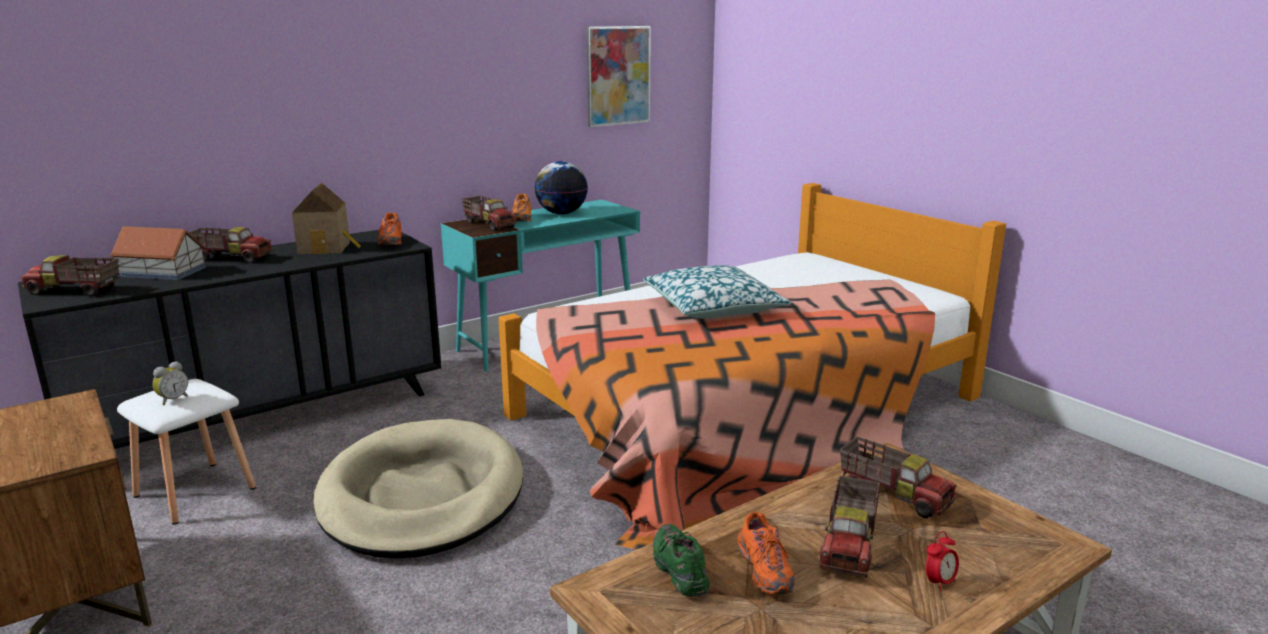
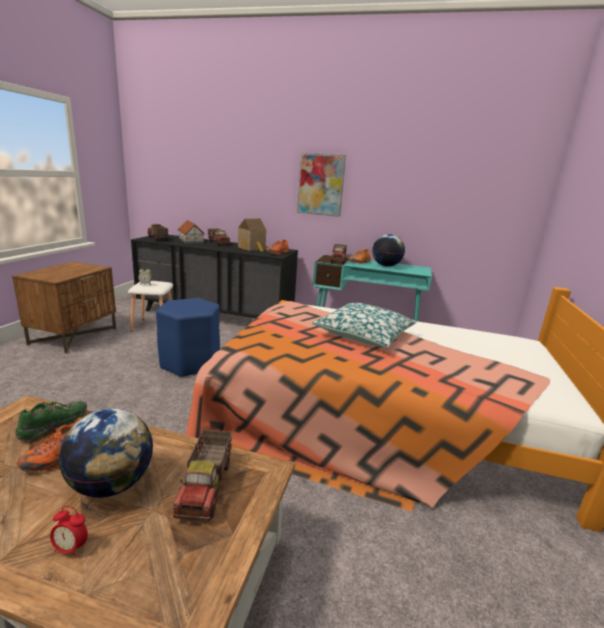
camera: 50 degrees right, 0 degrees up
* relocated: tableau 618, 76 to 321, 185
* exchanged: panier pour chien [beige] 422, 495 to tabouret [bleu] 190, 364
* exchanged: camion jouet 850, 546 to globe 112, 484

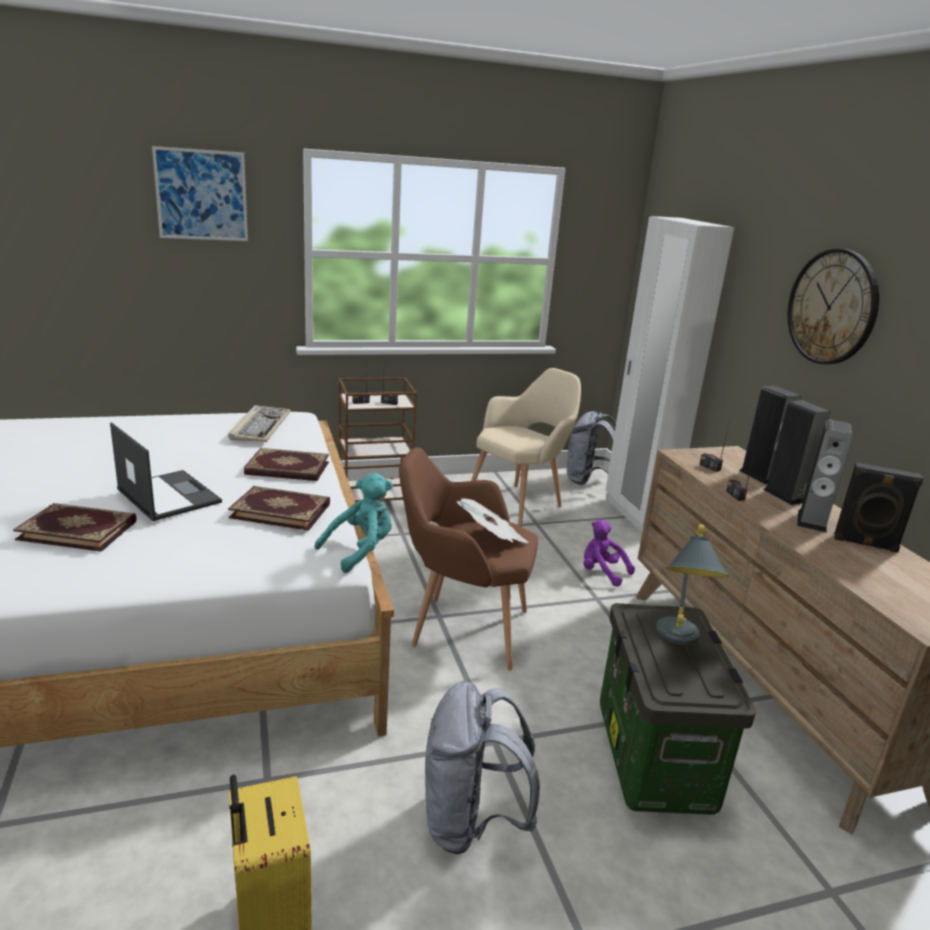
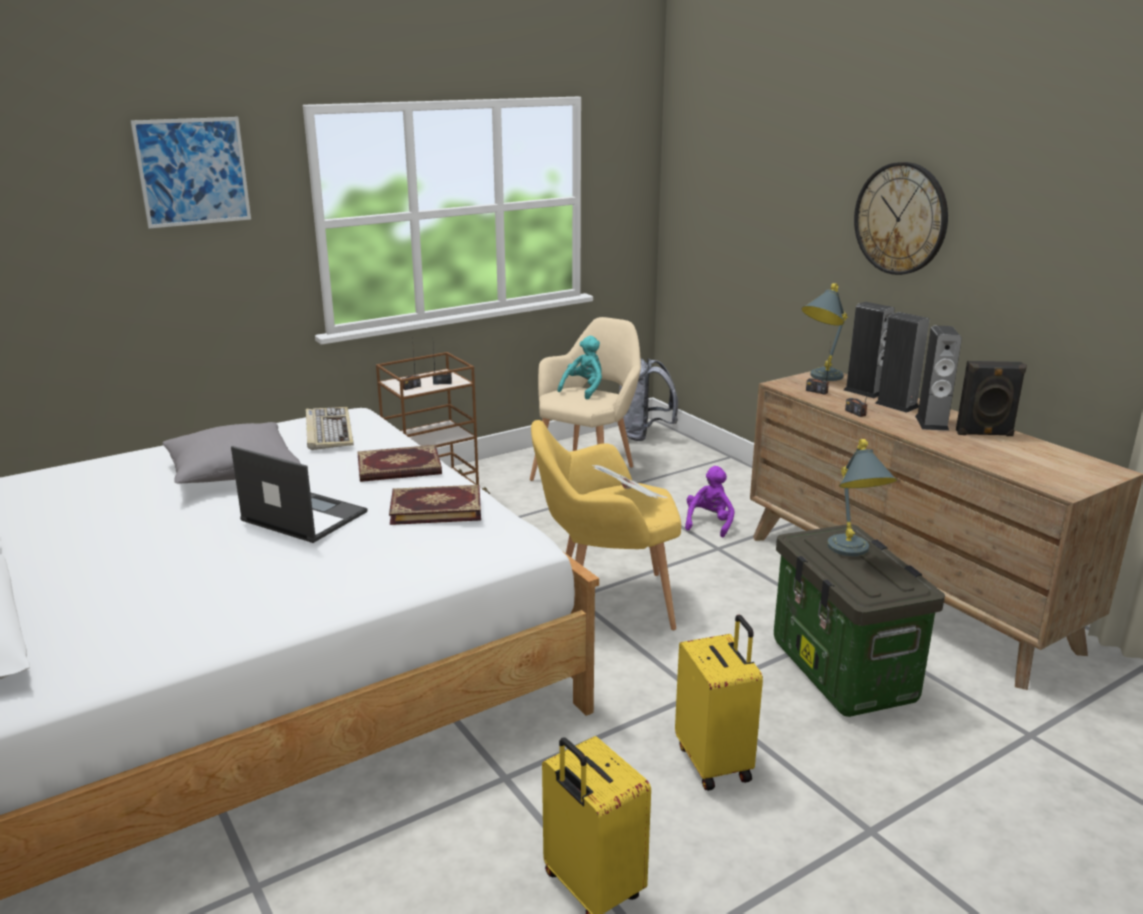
camera: 15 degrees left, 0 degrees up
* missing: livre 78, 530
* missing: armoire [blanc] 636, 515
* appeared: coussin [gris] 233, 472
* appeared: lampe de table [gris] 820, 378
* relocated: peluche [turquoise] 360, 551 to 584, 390
* exchanged: sac à dos [gris] 470, 822 to valise [jaune] 715, 762
* colour: fauteuil [marron] 461, 628 to fauteuil [jaune] 605, 603
* spun: peluche [violet] 602, 572 = 709, 523 90 degrees clockwise

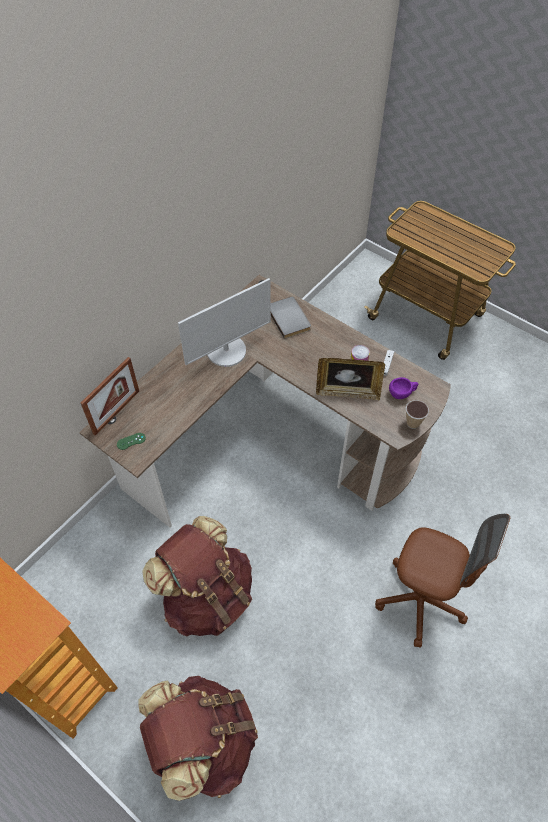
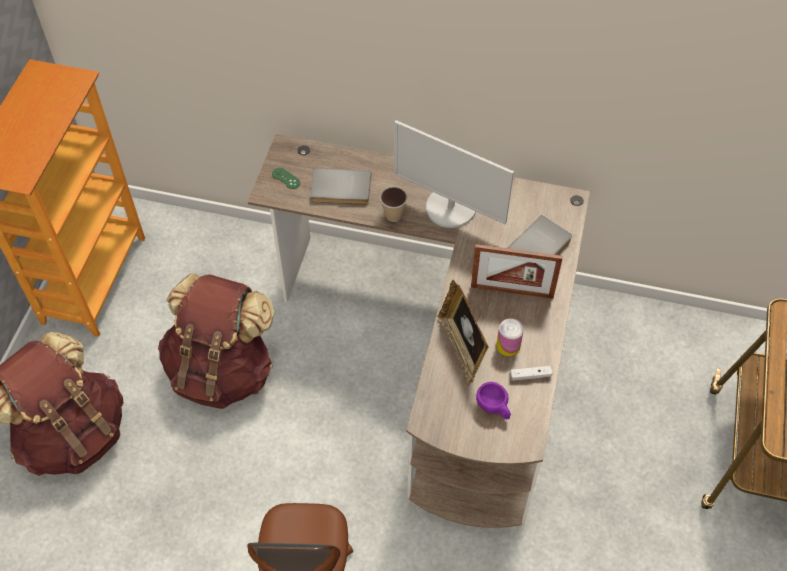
camera: 65 degrees right, 0 degrees up
* appeared: livre [gris] 340, 190
* relocated: cadre photo 116, 412 to 512, 291
* relocated: tasse 413, 423 to 393, 215

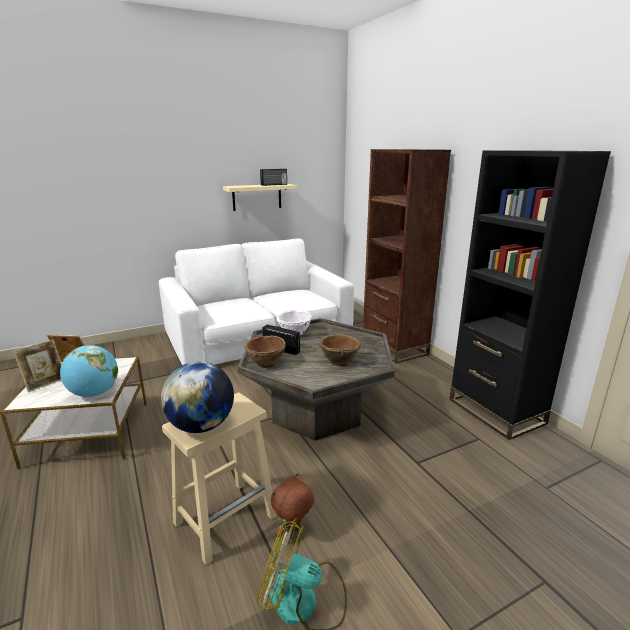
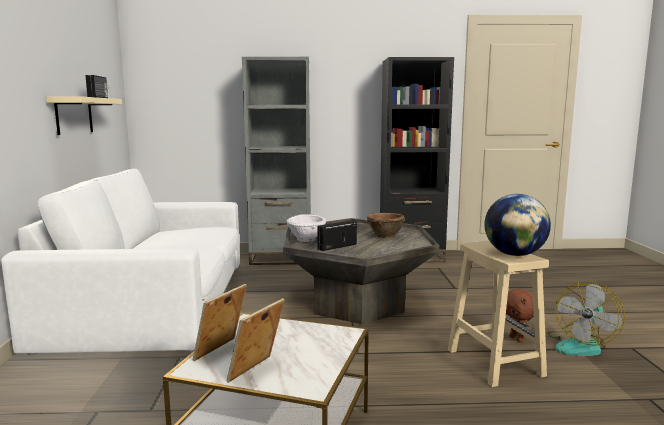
camera: 65 degrees left, 10 degrees down
* missing: globe 94, 393
* missing: bol [marron] 266, 364
* colour: bibliothèque [marron] 394, 347 to bibliothèque [gris] 281, 258
* spun: cadre photo 45, 383 = 257, 372 120 degrees counterclockwise

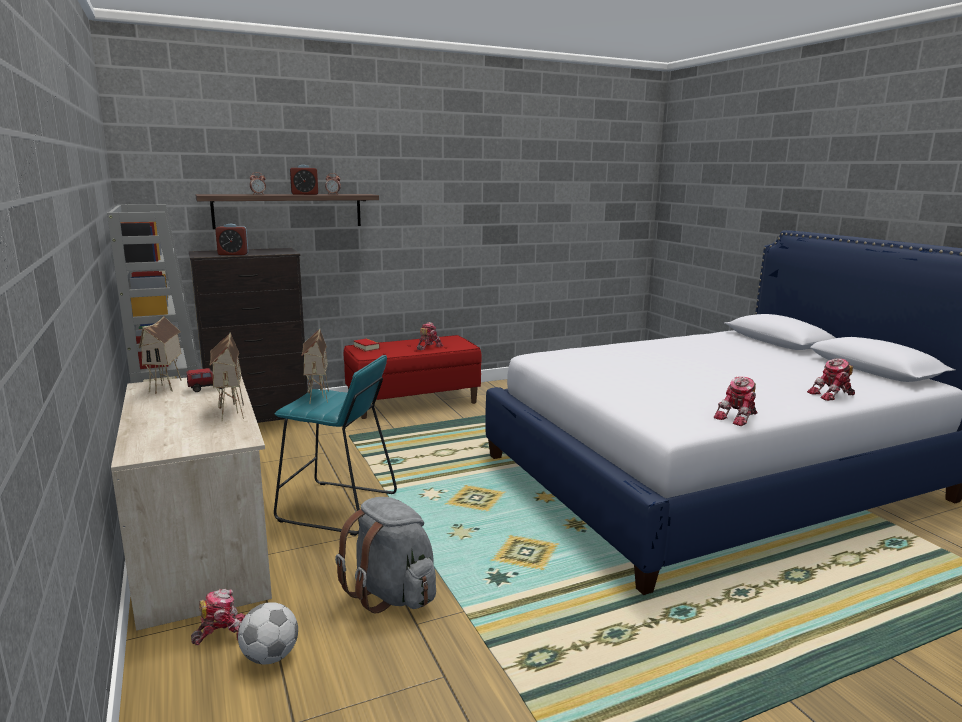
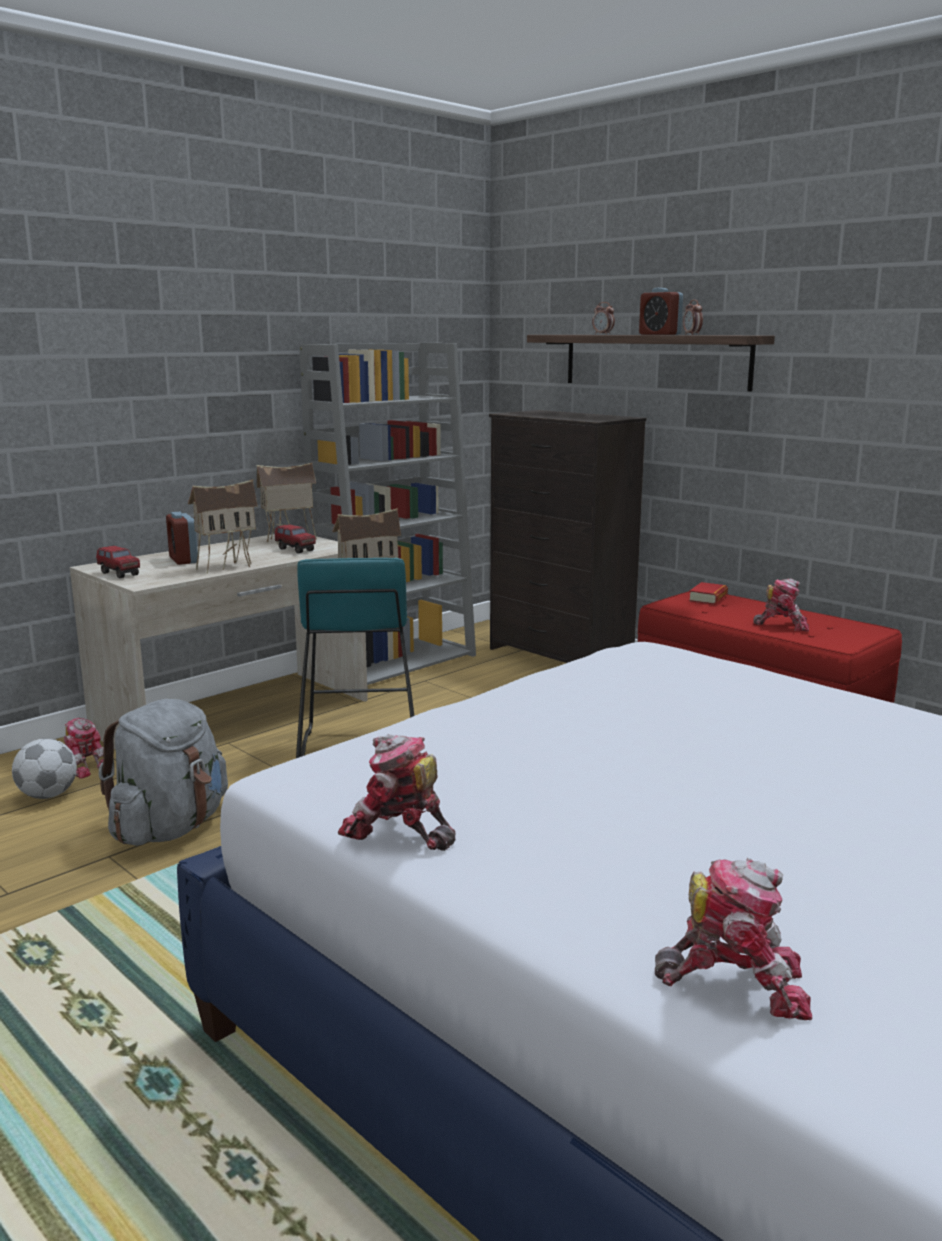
camera: 70 degrees right, 0 degrees up
* appeared: camion jouet 119, 574
* relocated: réveil 233, 254 to 183, 560
* spun: robot jouet 832, 395 = 735, 981 135 degrees clockwise

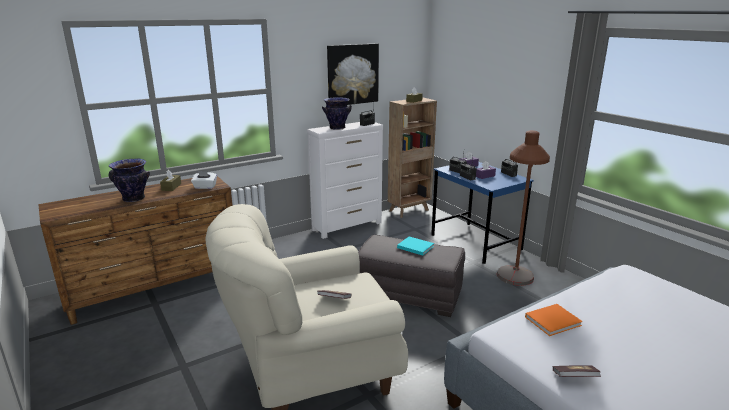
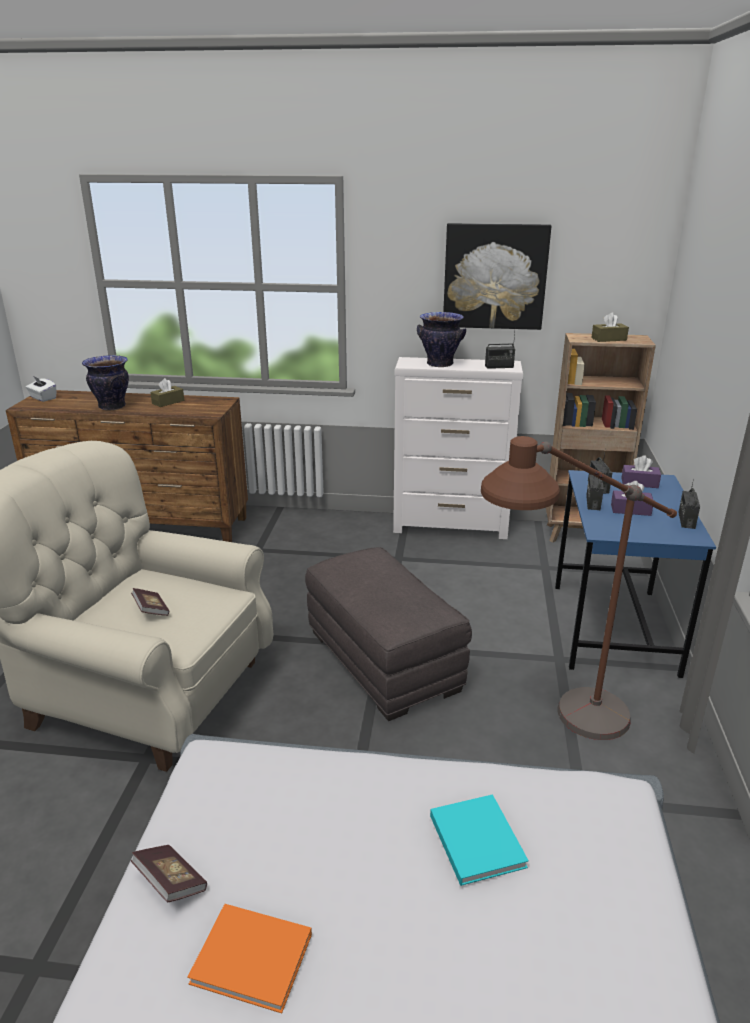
camera: 40 degrees right, 5 degrees up
* relocated: boîte à mouchoirs [blanc] 205, 187 to 43, 398
* relocated: livre [turquoise] 414, 247 to 475, 838
* relocated: livre [orange] 554, 321 to 255, 960

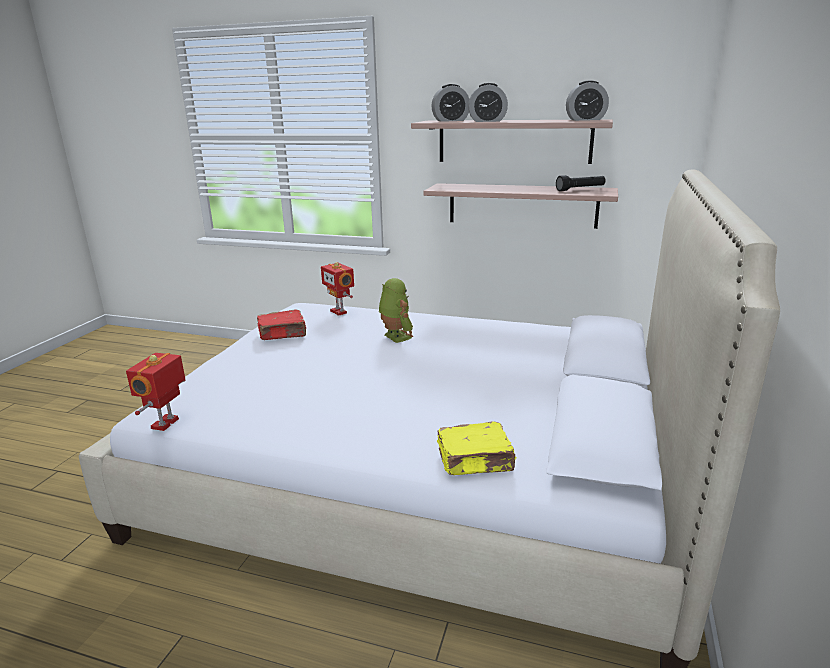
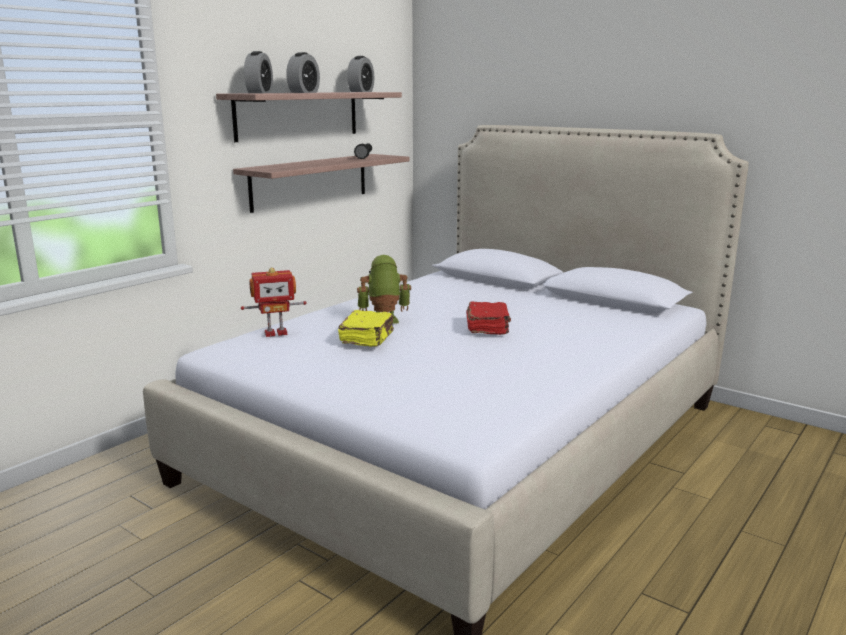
camera: 70 degrees left, 5 degrees down
* missing: robot jouet 166, 424
* relocated: livre [rouge] 283, 334 to 488, 328
* relocated: livre [jaune] 476, 461 to 367, 339

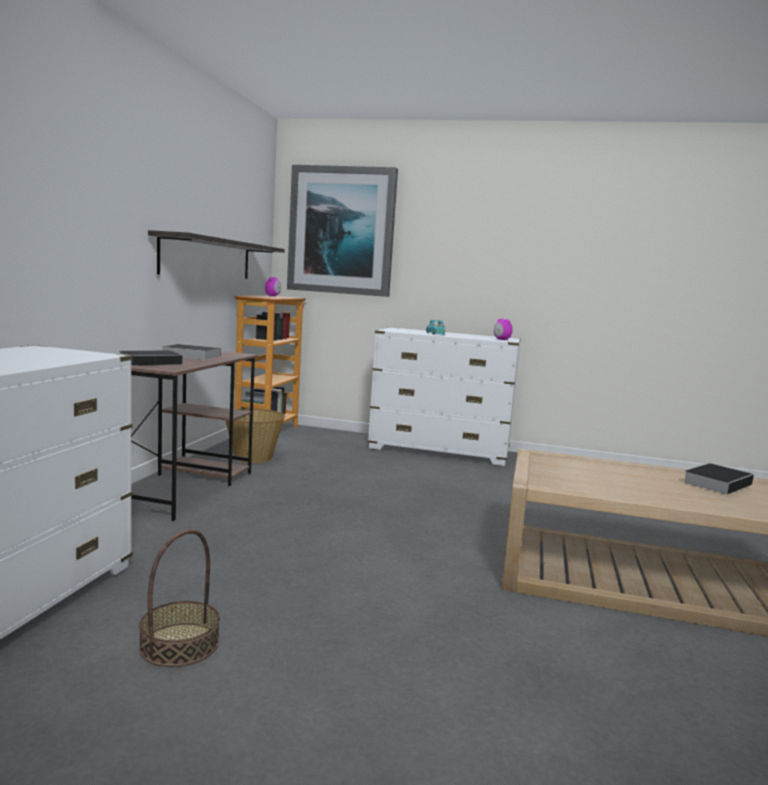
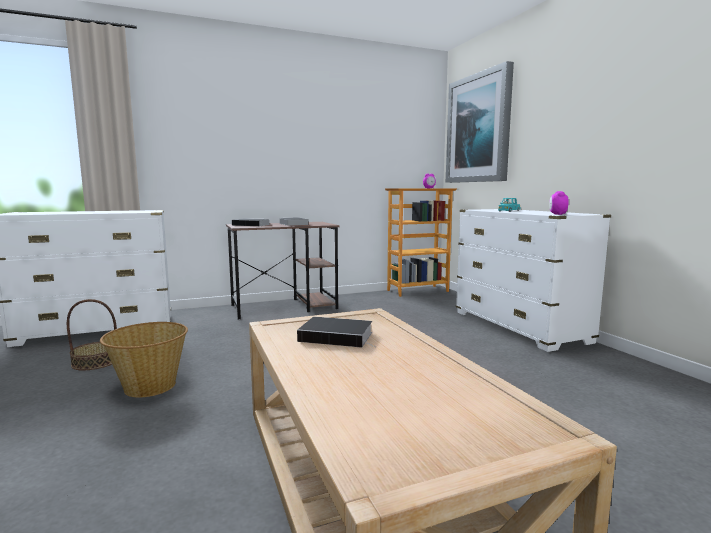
camera: 55 degrees right, 0 degrees up
* missing: étagère 207, 258
* relocated: panier 252, 457 to 150, 386
* relocated: livre 717, 482 to 338, 337

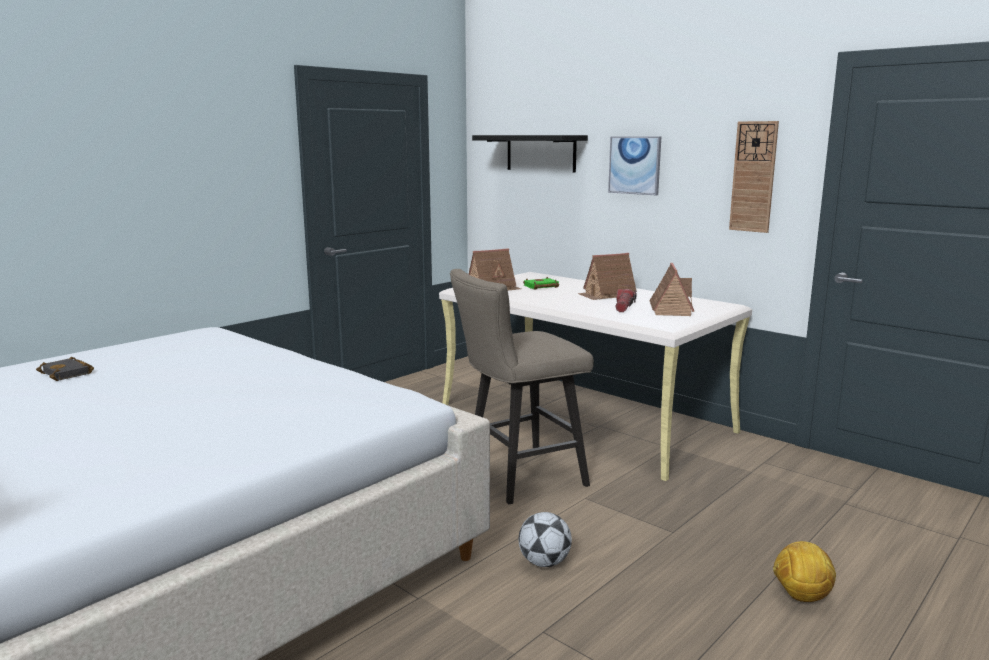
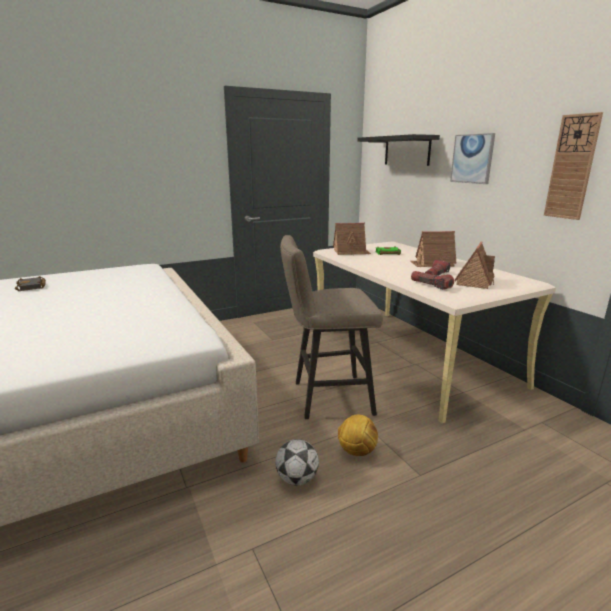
camera: 20 degrees right, 5 degrees up
* appeared: lampe de poche 431, 285
* relocated: ballon de foot 801, 597 to 356, 451

